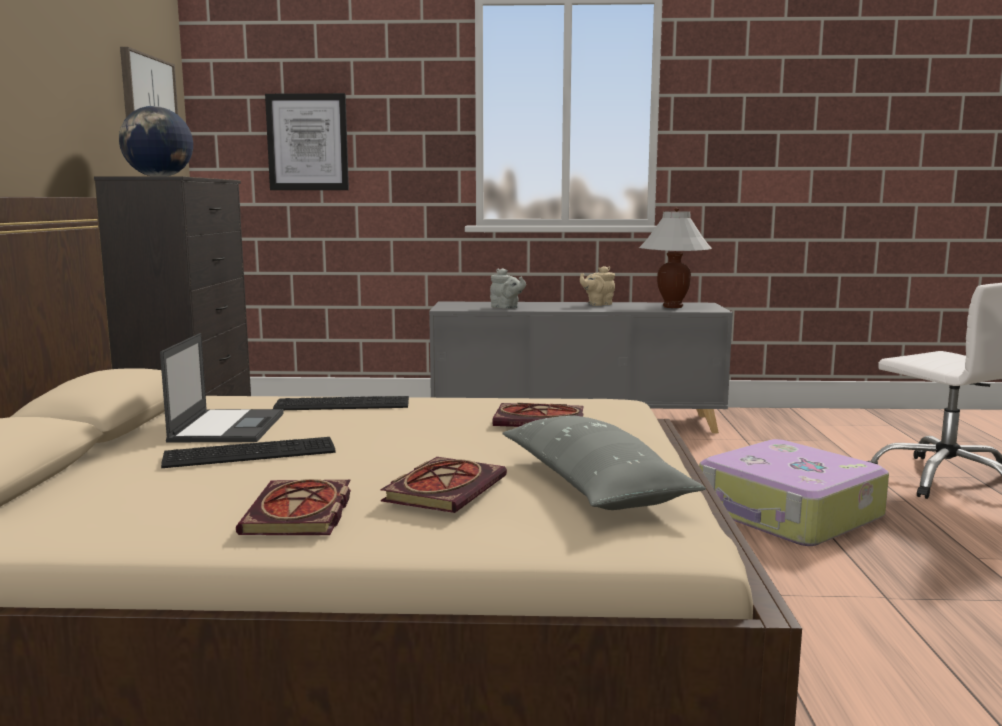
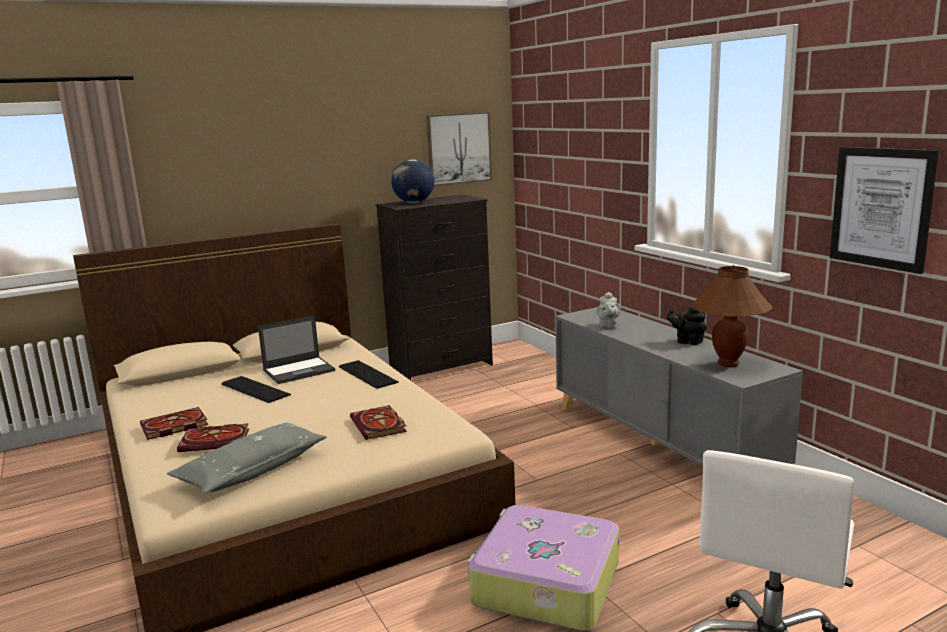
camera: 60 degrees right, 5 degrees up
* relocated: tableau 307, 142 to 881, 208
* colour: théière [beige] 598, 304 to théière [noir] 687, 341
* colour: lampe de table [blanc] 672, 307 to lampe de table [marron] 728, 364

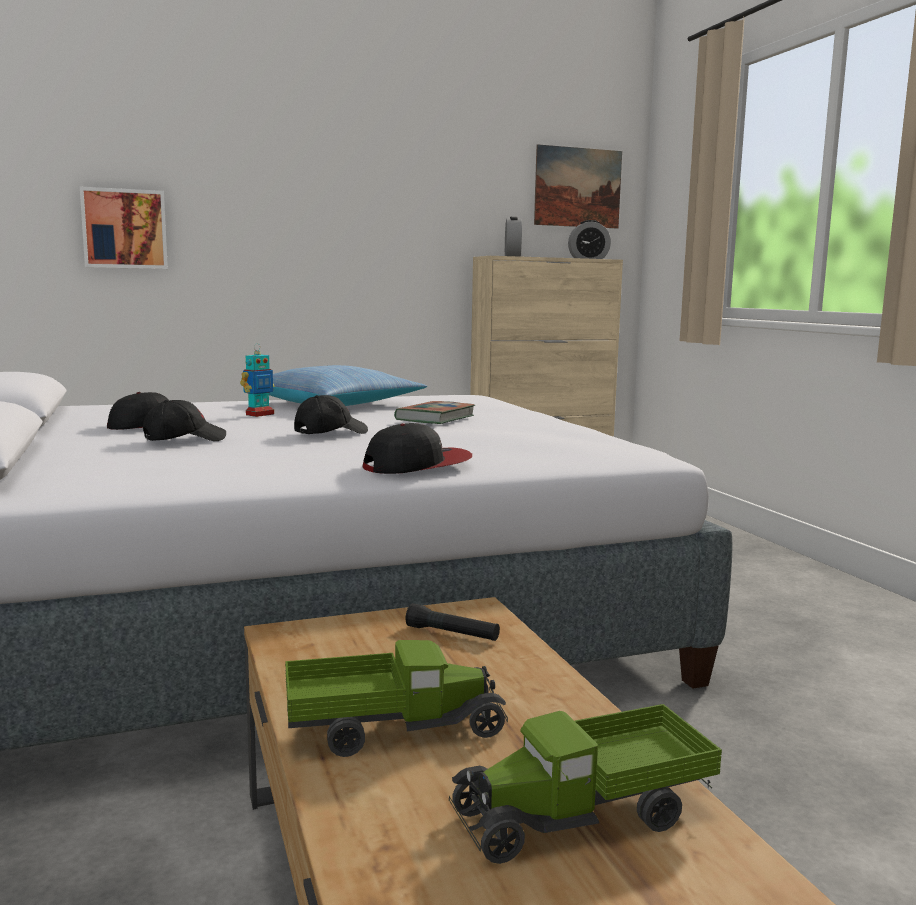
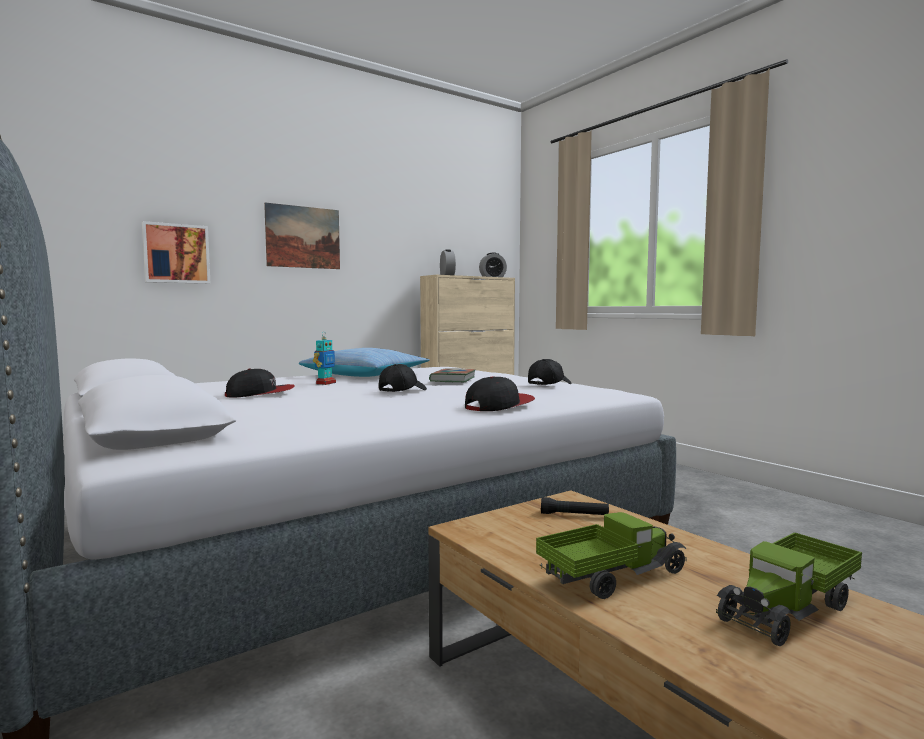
camera: 15 degrees left, 5 degrees down
* relocated: casquette [noir] 184, 439 to 549, 384
* relocated: tableau 577, 187 to 303, 237

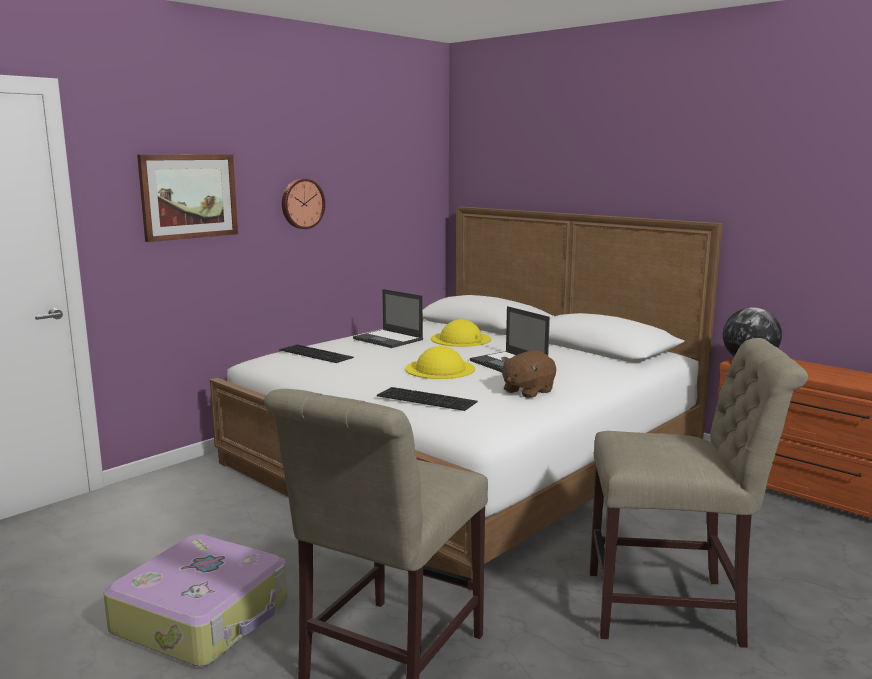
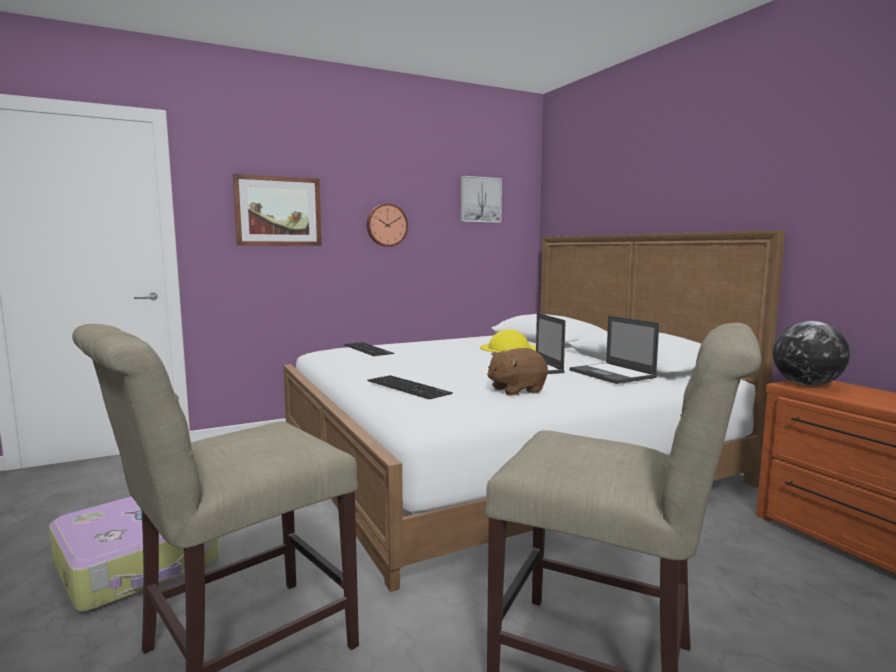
camera: 20 degrees right, 5 degrees down
* missing: chapeau [jaune] 440, 368
* appeared: tableau 480, 200
* relocated: ordinateur portable 388, 339 to 612, 374

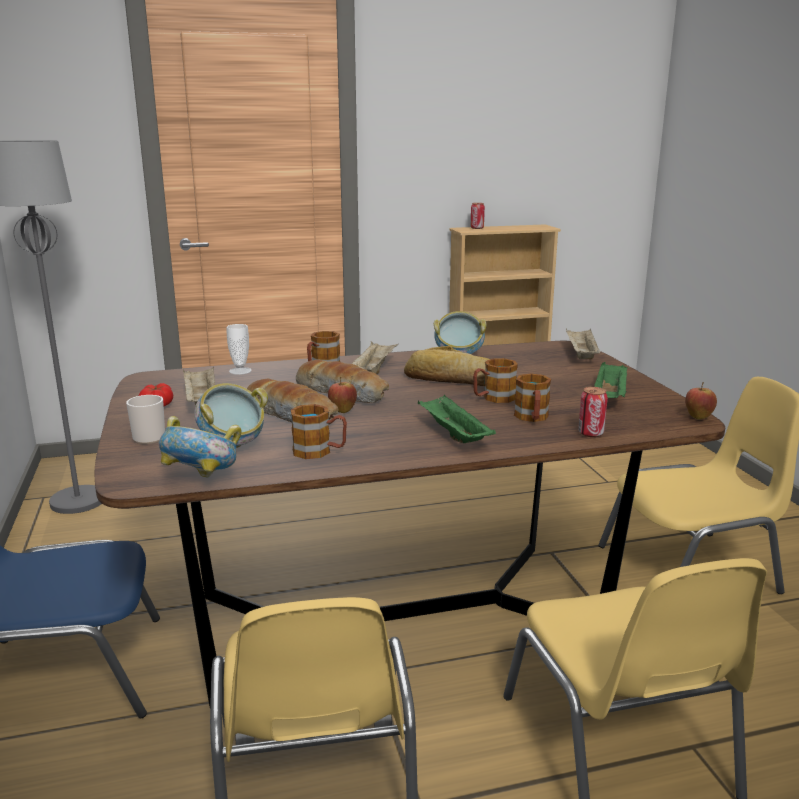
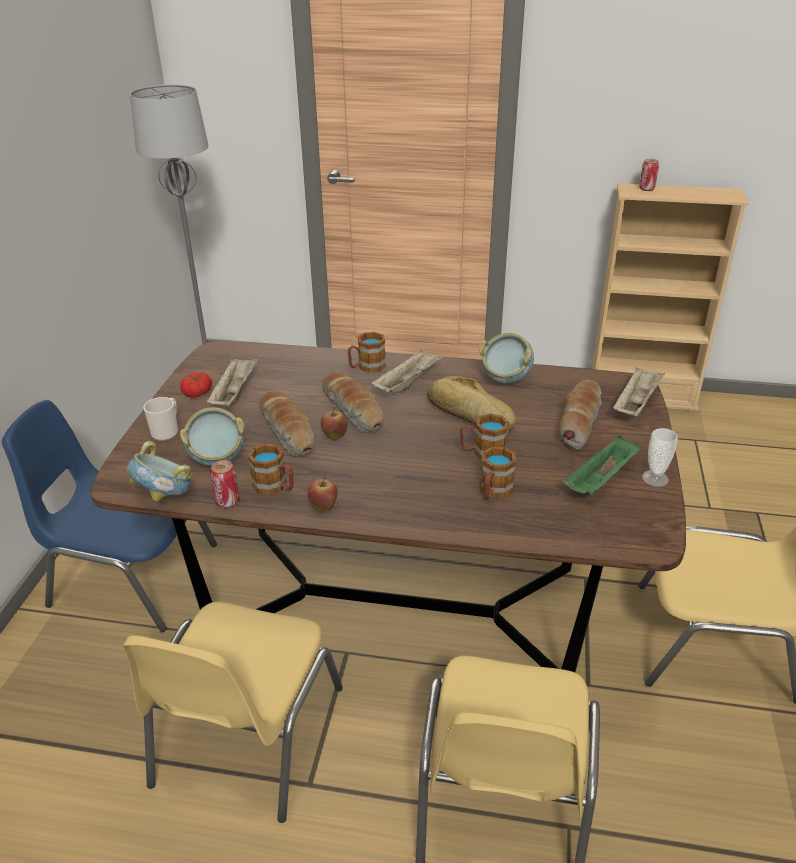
camera: 25 degrees right, 15 degrees up
* missing: plateau [vert] 453, 434
* appeared: pain 578, 421
* relocated: tasse 240, 371 to 655, 478
* relocated: boîte métallique 590, 433 to 227, 501
* relocated: pomme 698, 417 to 323, 507

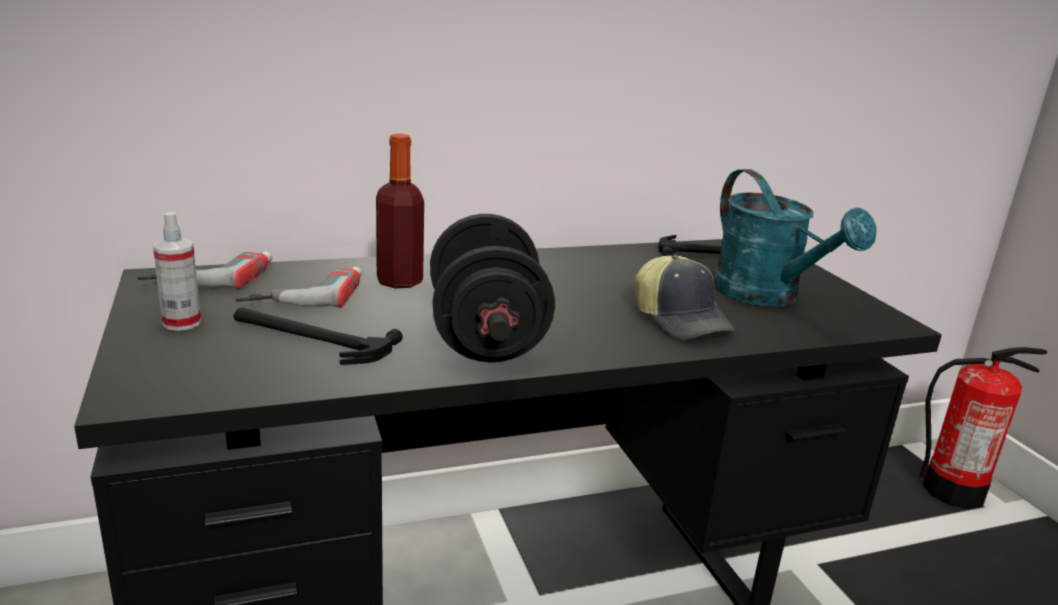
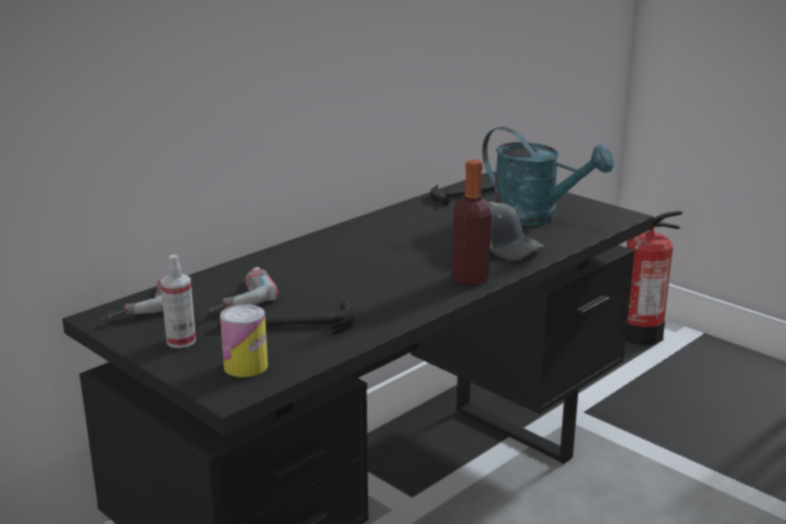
camera: 25 degrees left, 0 degrees up
* missing: haltère [noir] 486, 337
* appeared: boîte métallique 245, 366
* relocated: bouteille 399, 281 to 470, 278

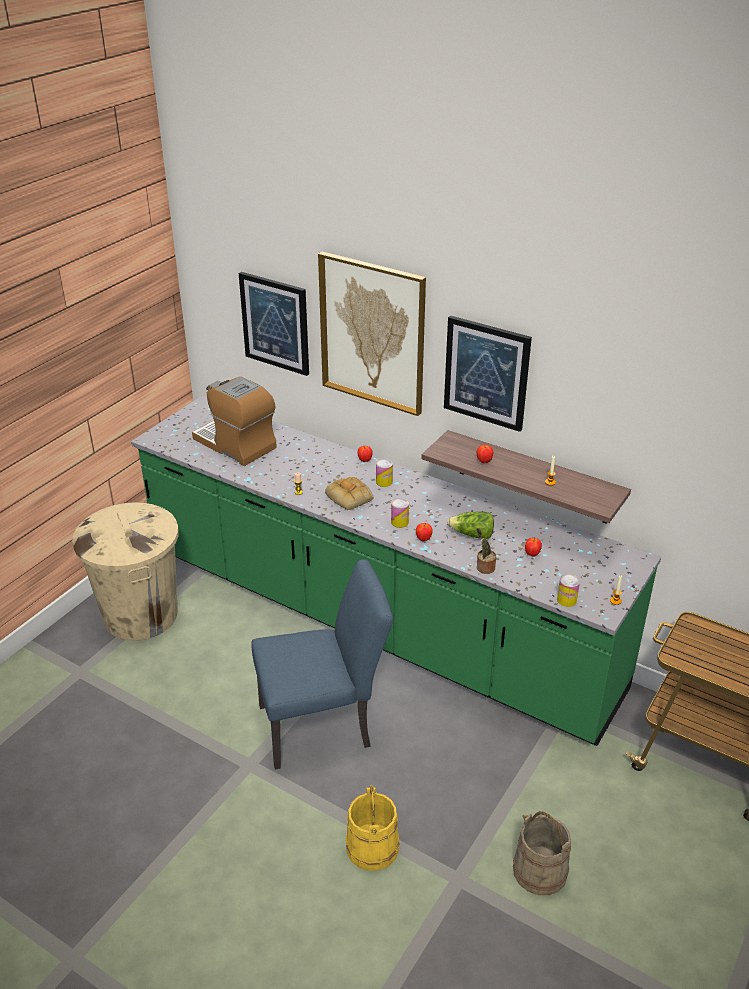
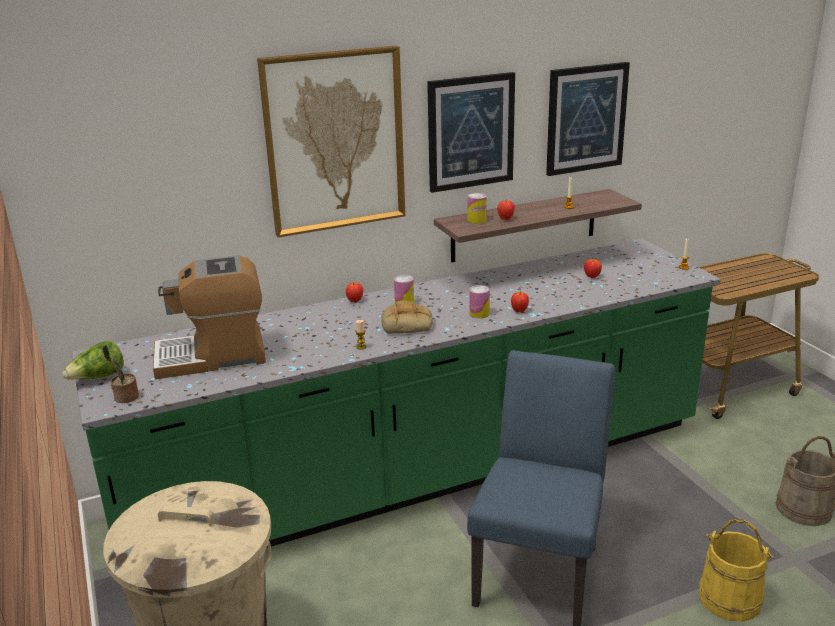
camera: 55 degrees left, 10 degrees down
* relocated: tableau 275, 323 to 586, 118
* relocated: laitue 472, 535 to 98, 377
* relocated: plante en pot 484, 568 to 125, 398
* relocated: boîte métallique 566, 600 to 476, 220

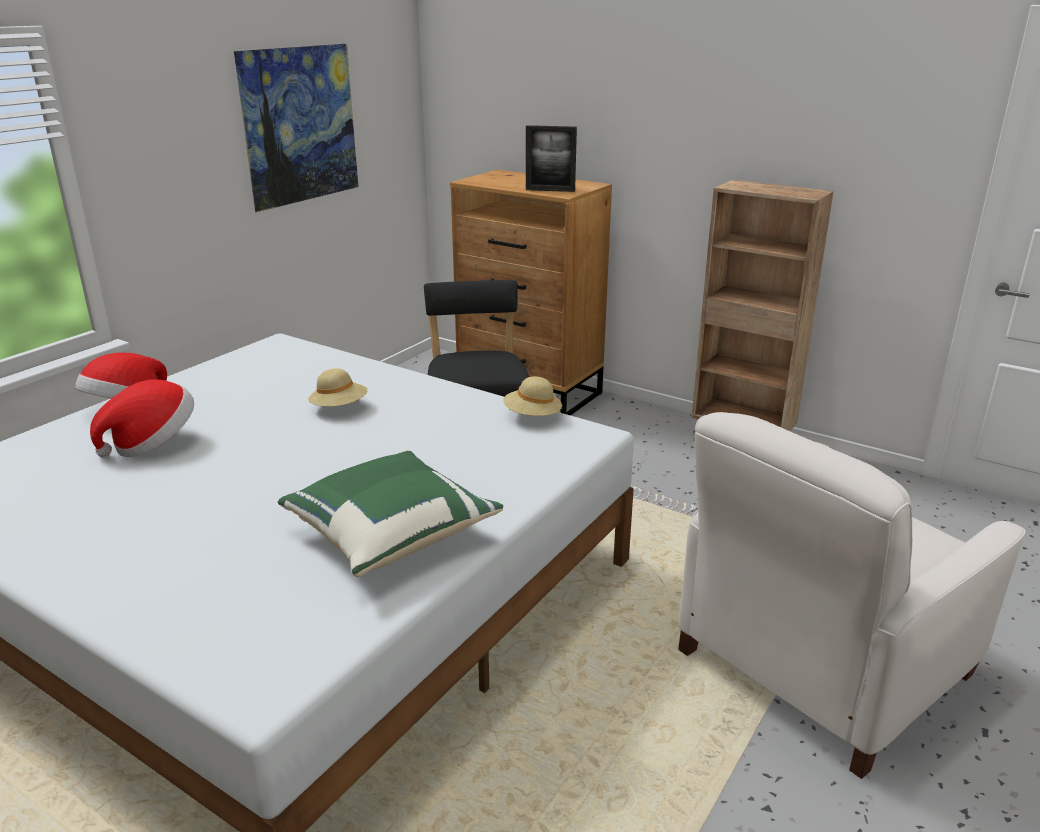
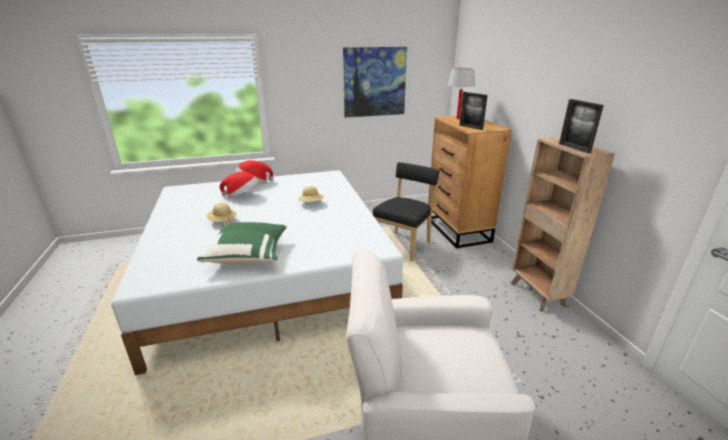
camera: 40 degrees right, 0 degrees up
* appeared: lampe de table [blanc] 458, 118
* appeared: cadre photo 574, 148
* relocated: chapeau [beige] 532, 416 to 222, 221

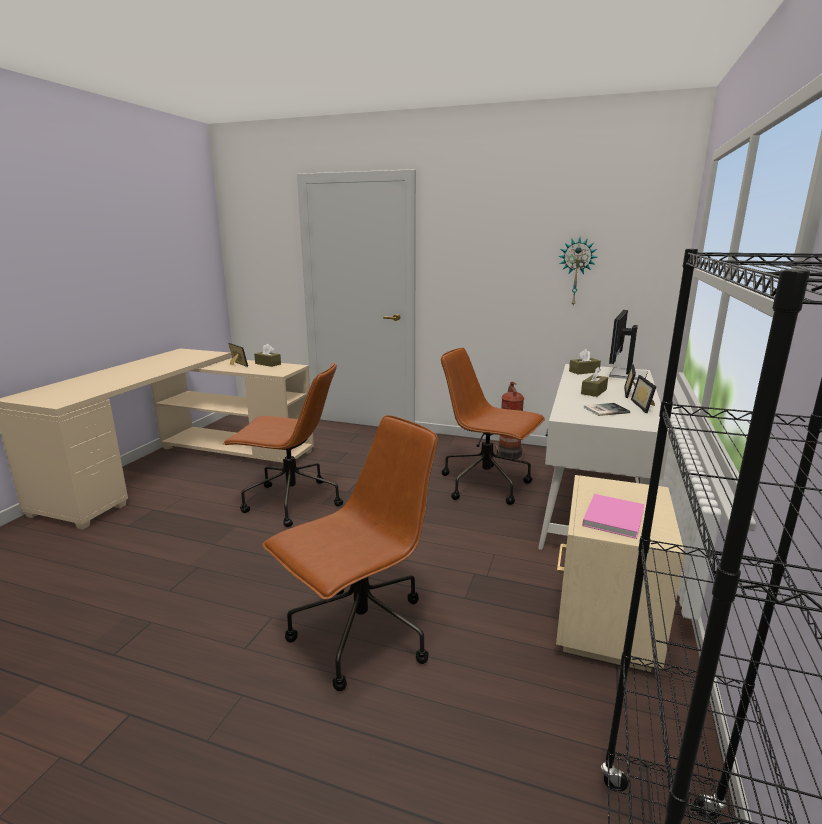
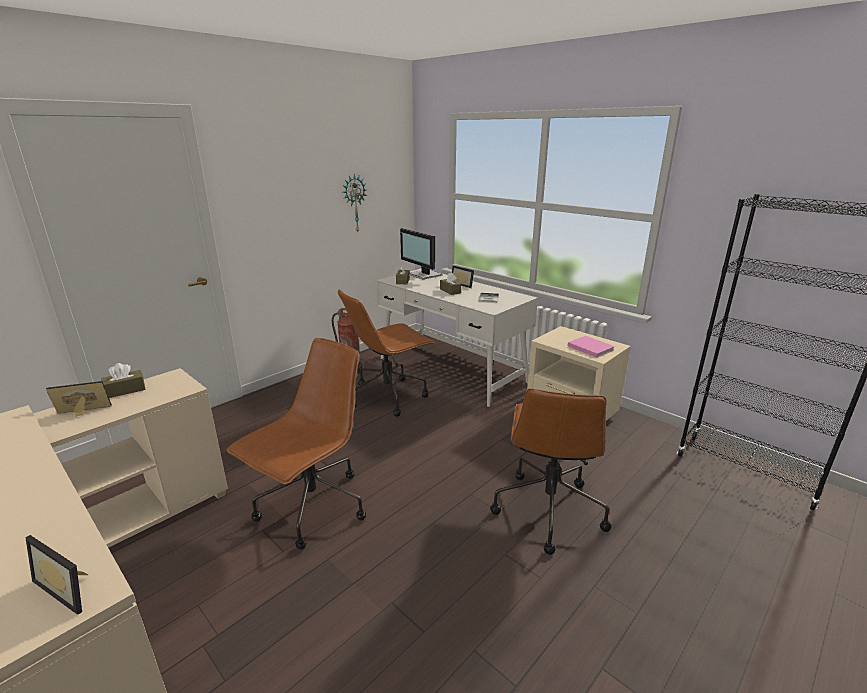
camera: 65 degrees left, 5 degrees up
* relocated: cadre photo 645, 406 to 70, 586
* spun: chaise de bureau [marron] 360, 636 = 548, 509 150 degrees counterclockwise

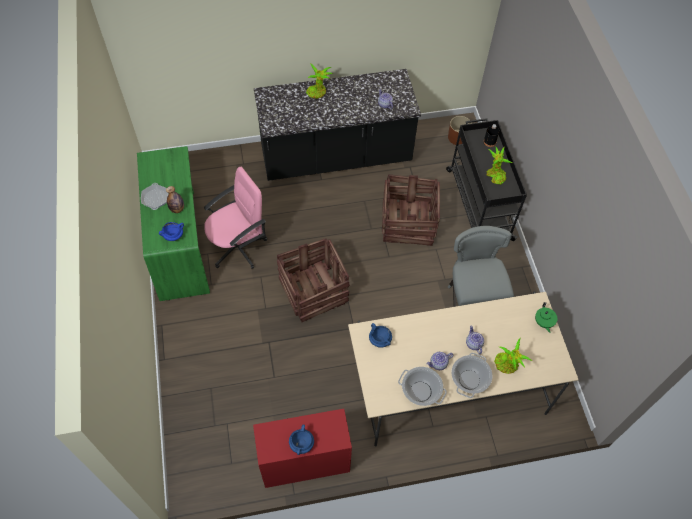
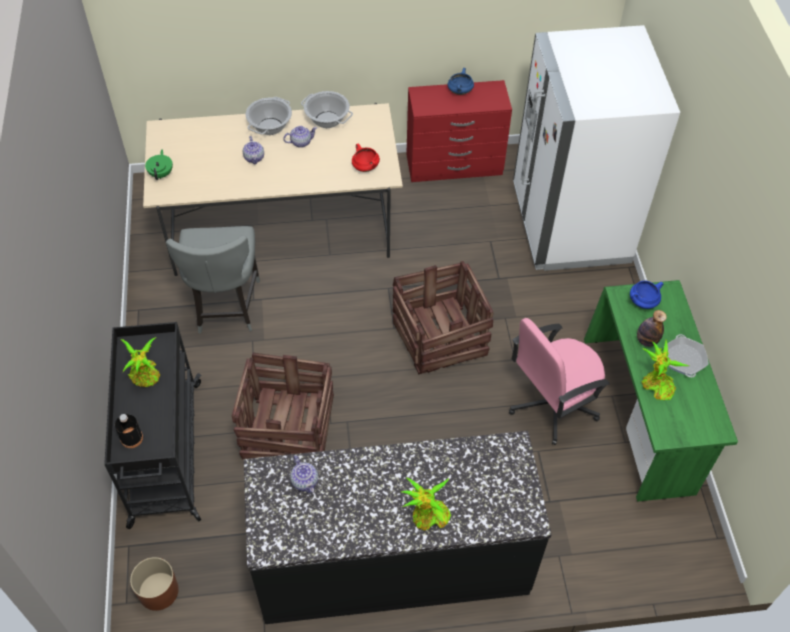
camera: 175 degrees left, 5 degrees down
* appeared: réfrigérateur [blanc] 569, 224
* relocated: plante en pot 507, 365 to 656, 385
* colour: marmite [bleu] 380, 340 to marmite [rouge] 365, 167

